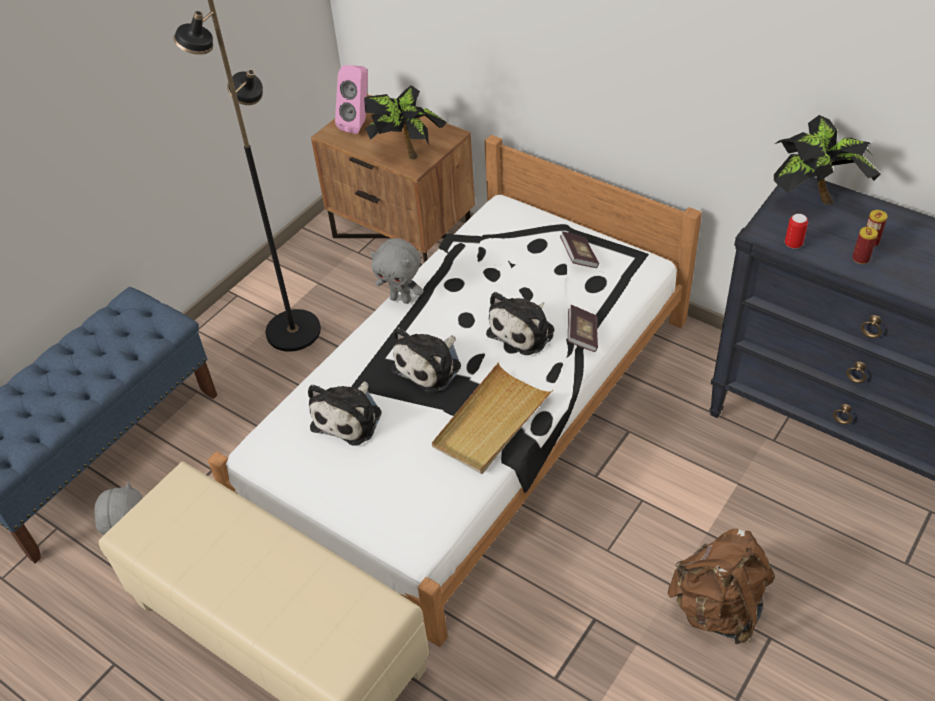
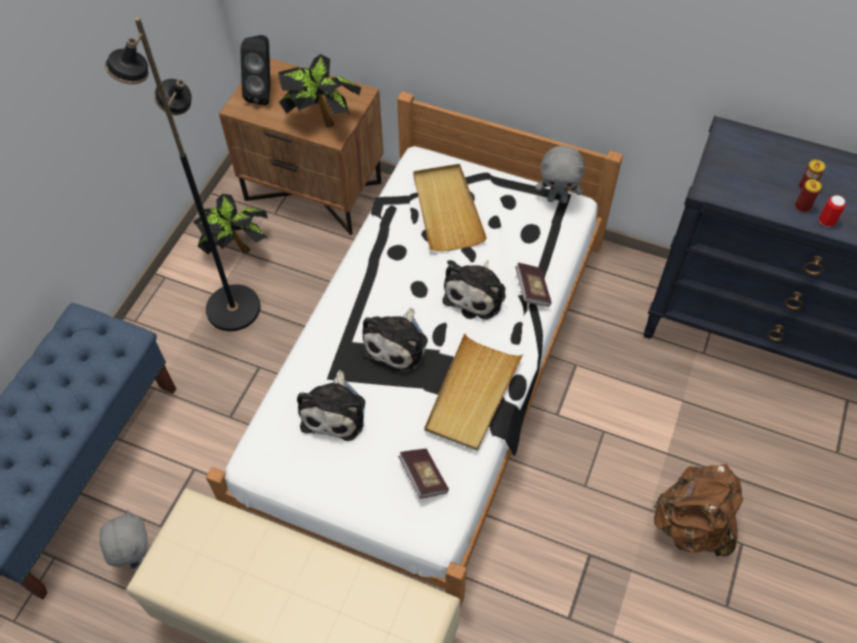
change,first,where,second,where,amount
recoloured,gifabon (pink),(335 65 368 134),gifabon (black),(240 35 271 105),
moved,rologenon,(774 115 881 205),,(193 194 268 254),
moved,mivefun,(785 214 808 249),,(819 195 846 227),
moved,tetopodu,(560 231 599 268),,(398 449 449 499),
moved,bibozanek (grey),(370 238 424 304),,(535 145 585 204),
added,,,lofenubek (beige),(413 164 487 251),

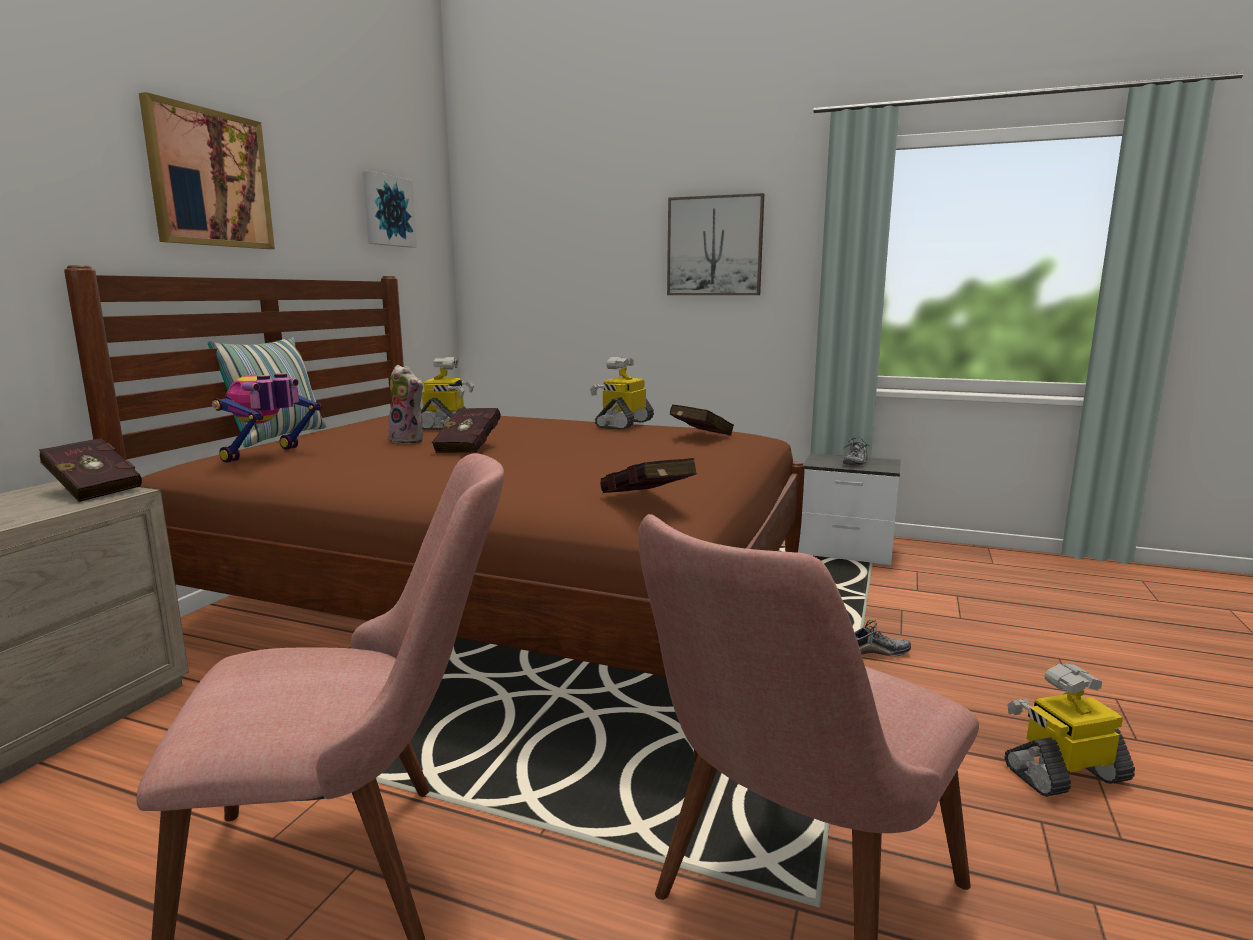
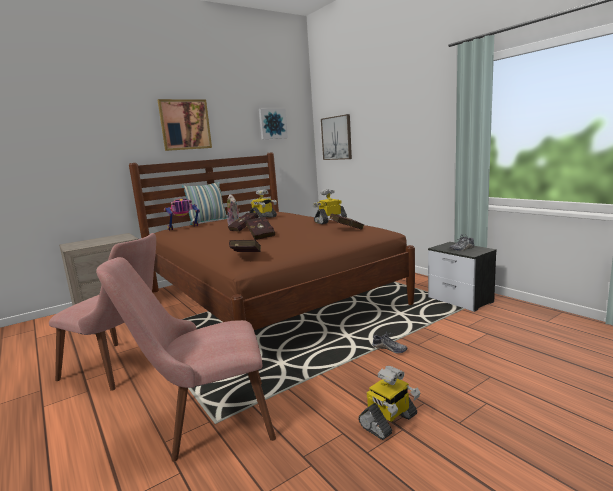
change,first,where,second,where,amount
moved,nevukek,(667 193 764 295),,(321 114 352 160),
moved,tetopodu (red),(39 438 142 502),,(246 217 275 240),
turned,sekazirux,(1005 663 1135 797),,(358 366 421 440),120 degrees clockwise

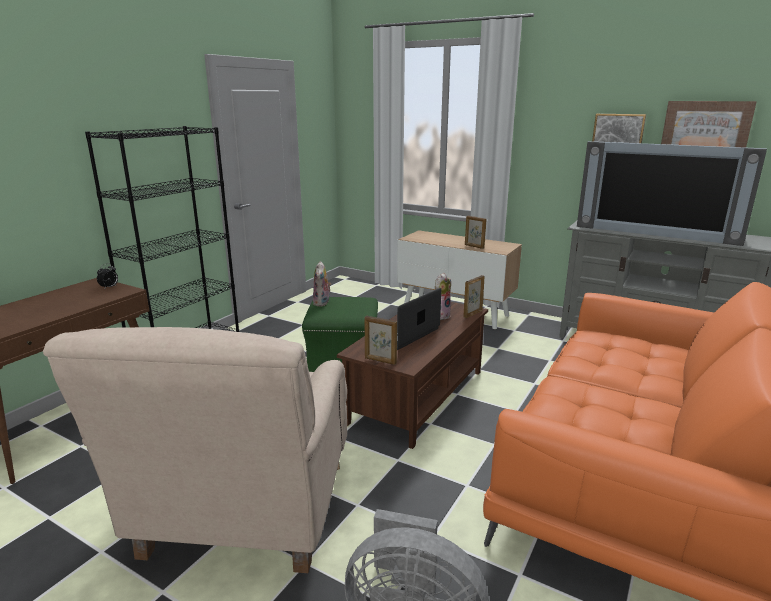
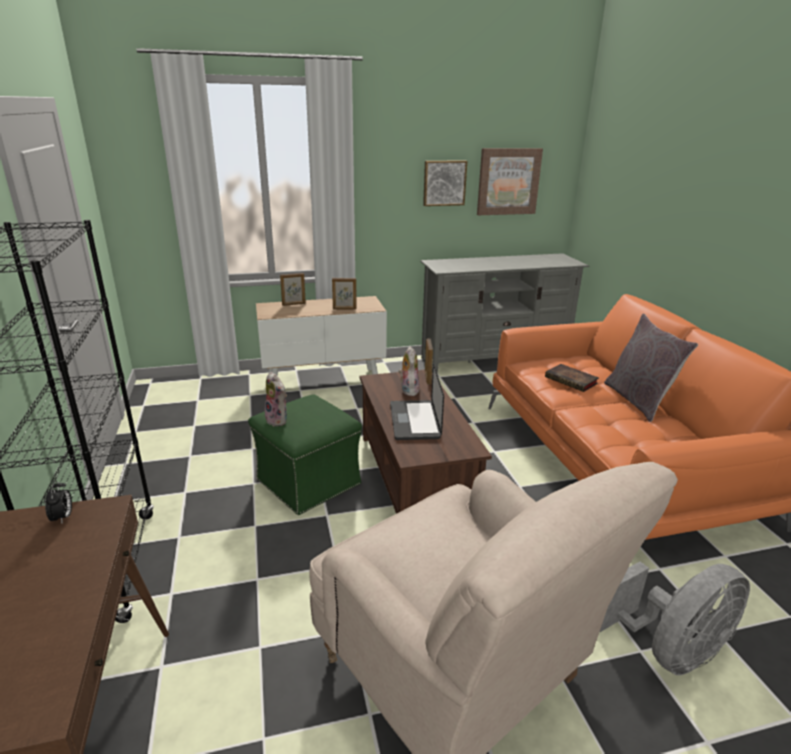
change,first,where,second,where,amount
removed,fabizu,(577 141 767 246),,,
moved,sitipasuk,(365 316 397 365),,(280 273 306 306),
added,,,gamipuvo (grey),(604 313 698 422),
added,,,tetopodu,(545 364 599 392),

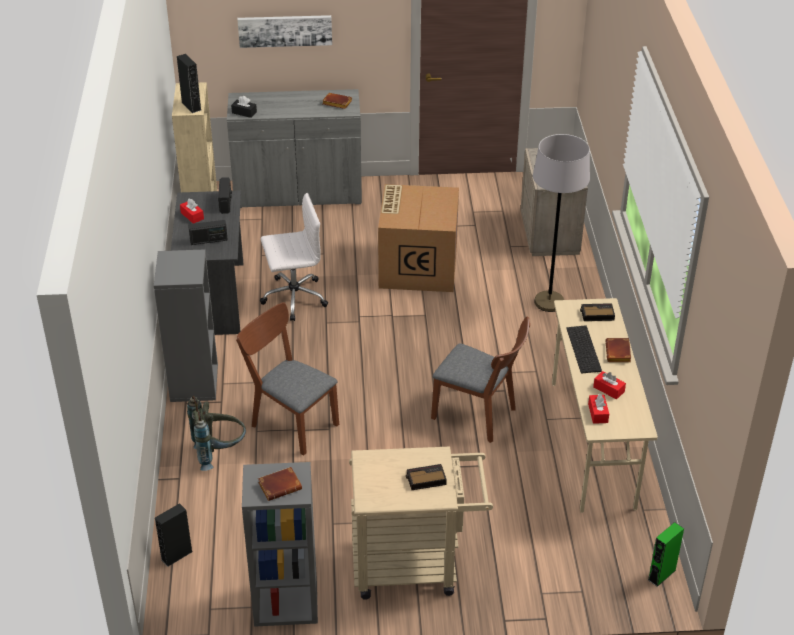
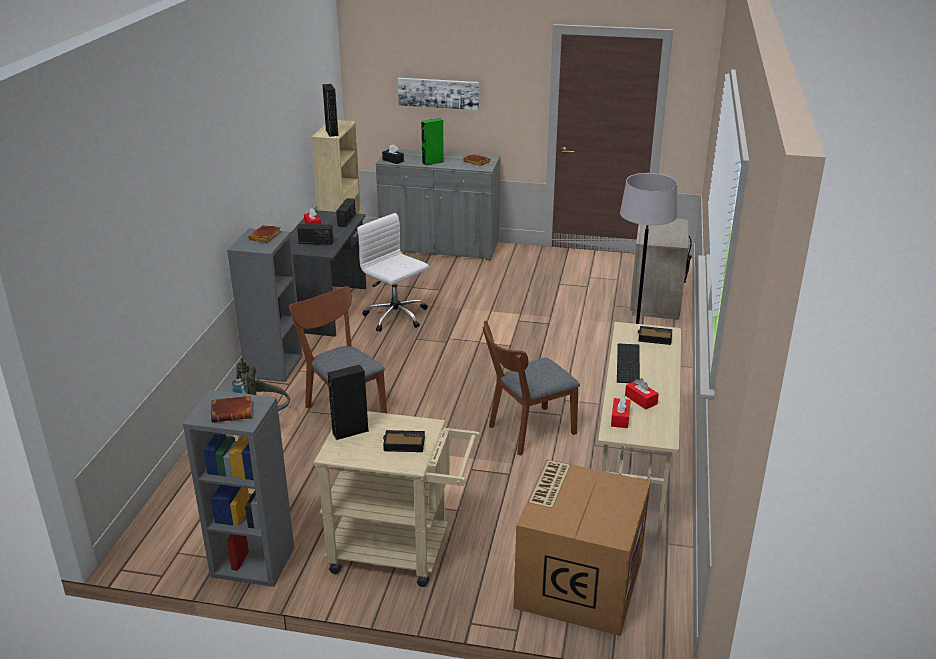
change,first,where,second,where,amount
moved,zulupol,(378 184 459 292),,(514 459 651 636),
turned,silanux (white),(260 193 328 321),,(357 213 429 332),135 degrees counterclockwise
turned,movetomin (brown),(431 317 530 443),,(482 321 580 456),105 degrees clockwise
moved,tetopodu (brown),(605 338 631 362),,(248 225 281 242),
moved,gifabon (black),(155 503 193 567),,(327 365 369 440),
moved,gifabon (green),(648 522 684 587),,(421 118 444 166),

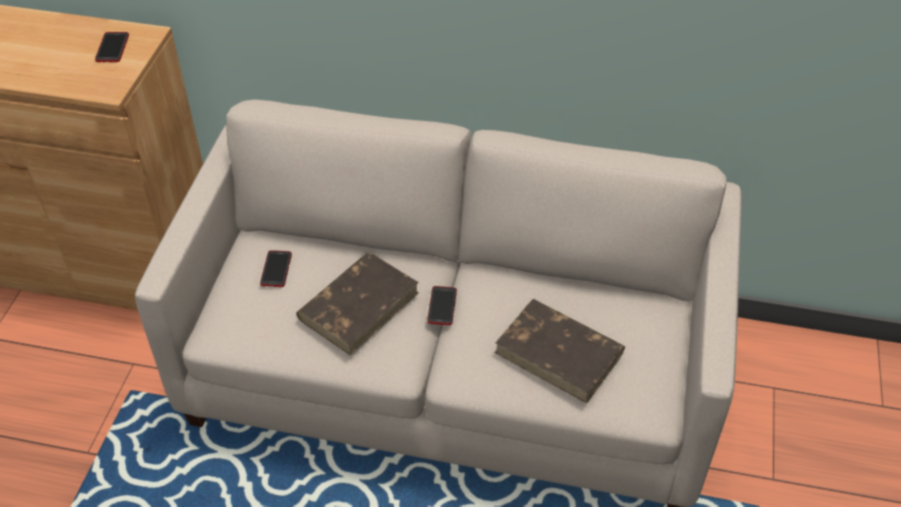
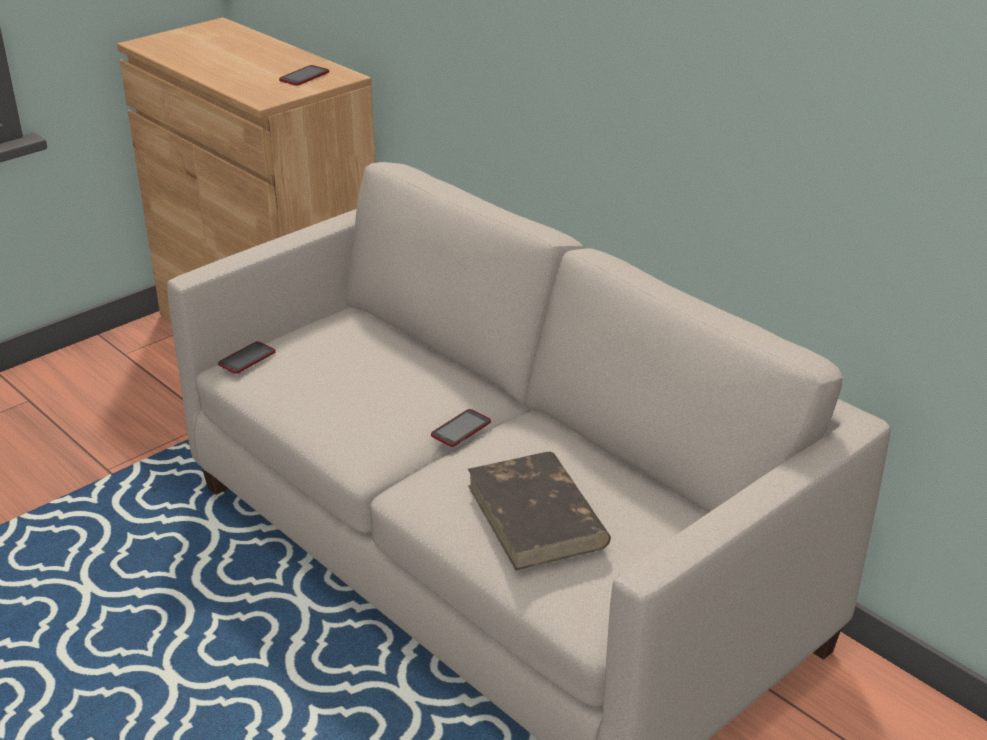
change,first,where,second,where,amount
moved,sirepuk,(260 250 292 287),,(218 341 276 374),
removed,tetopodu (brown),(296 252 419 356),,,

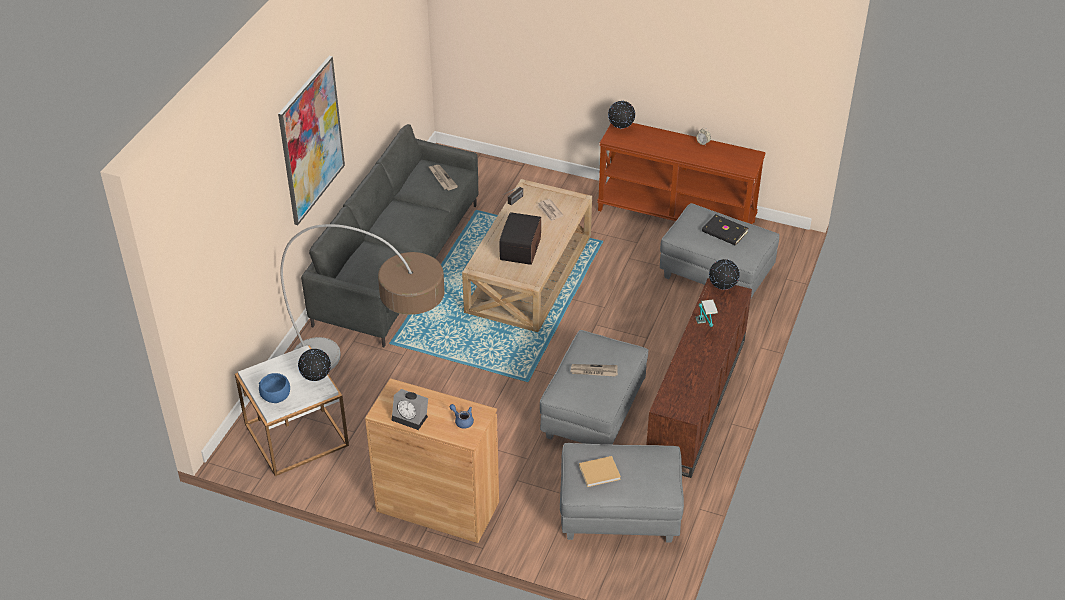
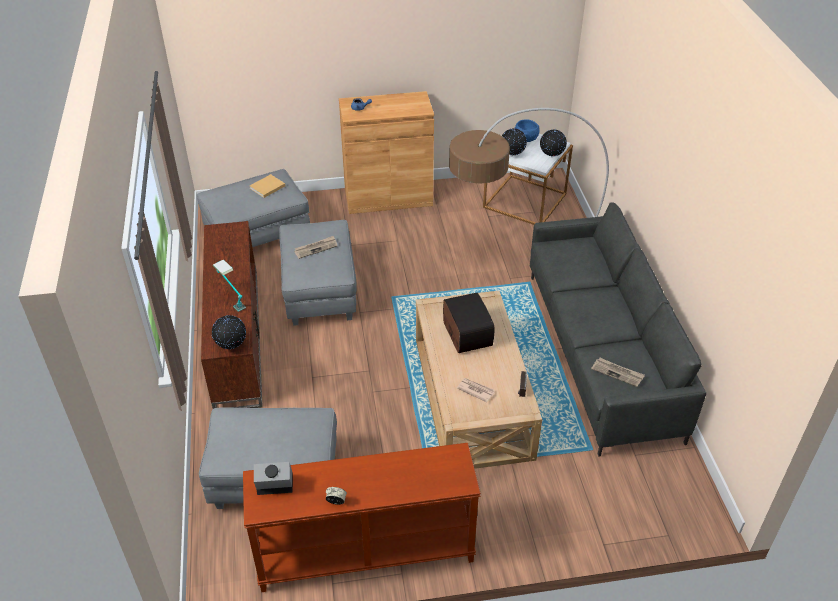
change,first,where,second,where,amount
removed,nevukek,(278 56 345 225),,,
moved,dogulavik,(608 100 635 129),,(540 128 567 156),
removed,tetopodu (black),(702 214 748 246),,,
moved,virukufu,(392 389 428 430),,(254 462 293 495),

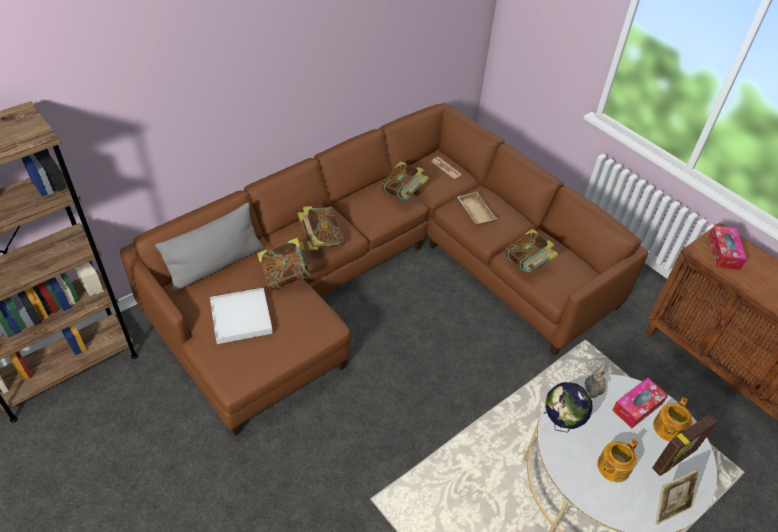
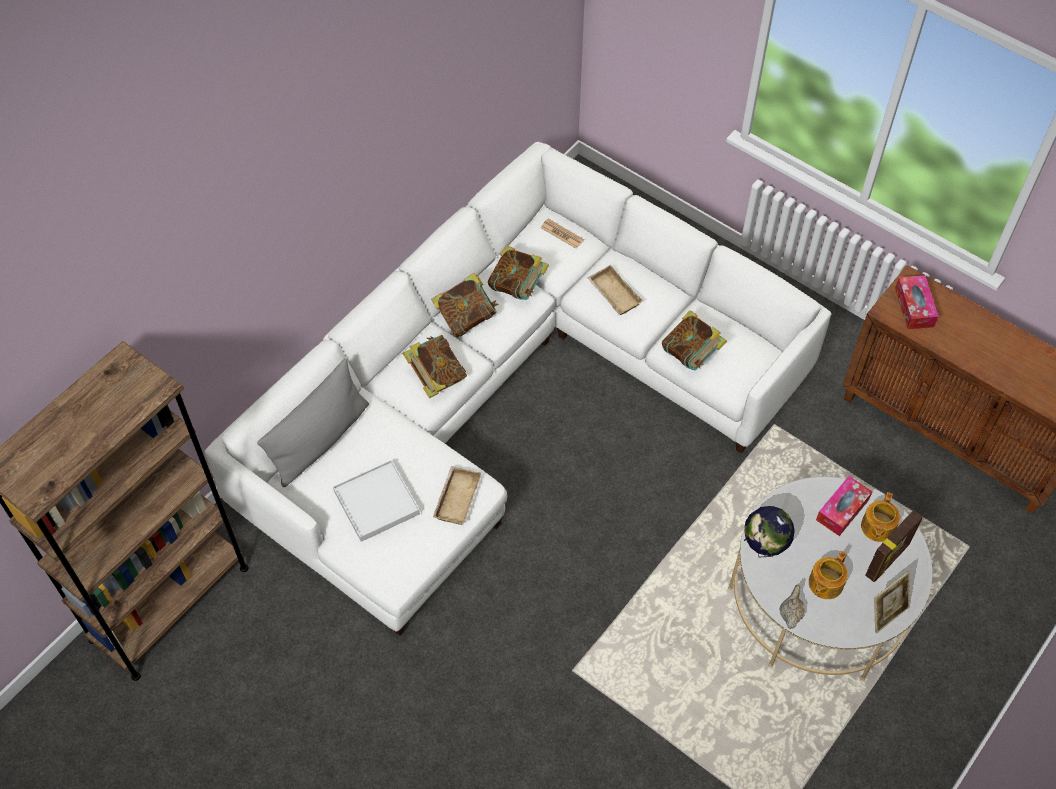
change,first,where,second,where,amount
recoloured,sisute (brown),(120 103 648 436),sisute (white),(204 142 831 636),
moved,tetopodu,(257 238 312 290),,(431 273 499 337),
moved,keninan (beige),(585 364 606 398),,(779 585 804 629),
added,,,lofenubek (beige),(433 466 481 525),

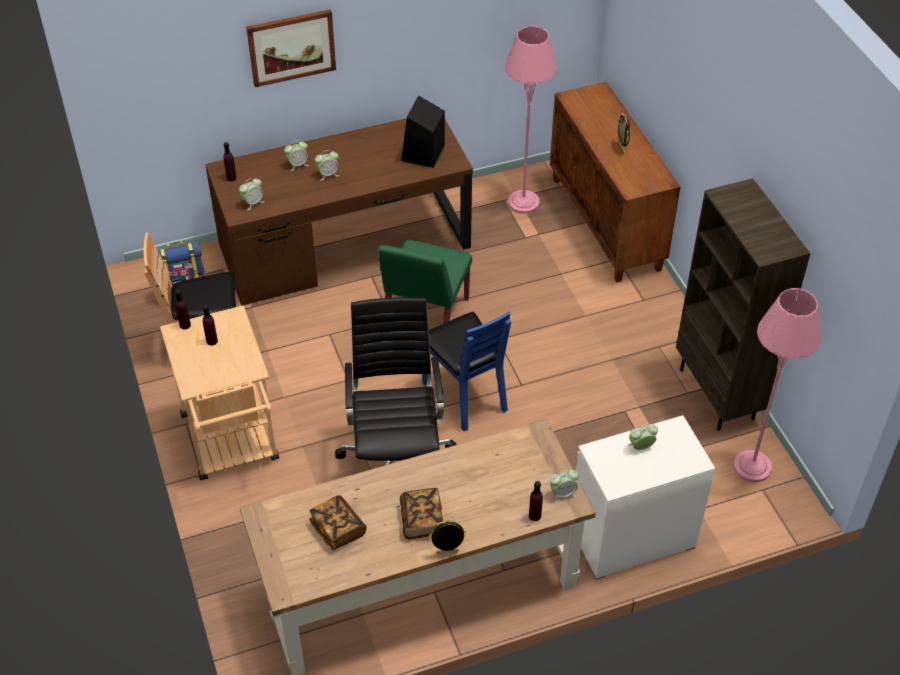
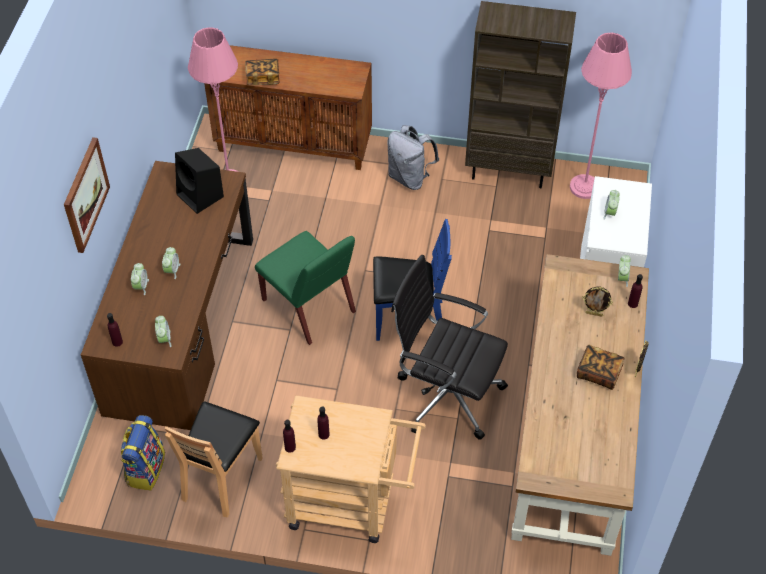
change,first,where,second,where,amount
moved,sitipasuk,(618 113 630 154),,(582 286 613 317),
moved,tetopodu,(309 495 367 550),,(245 59 280 85),
added,,,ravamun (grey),(387 125 439 190),

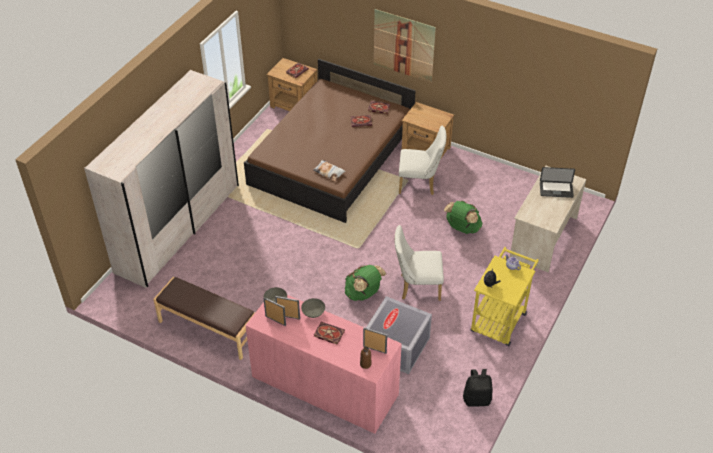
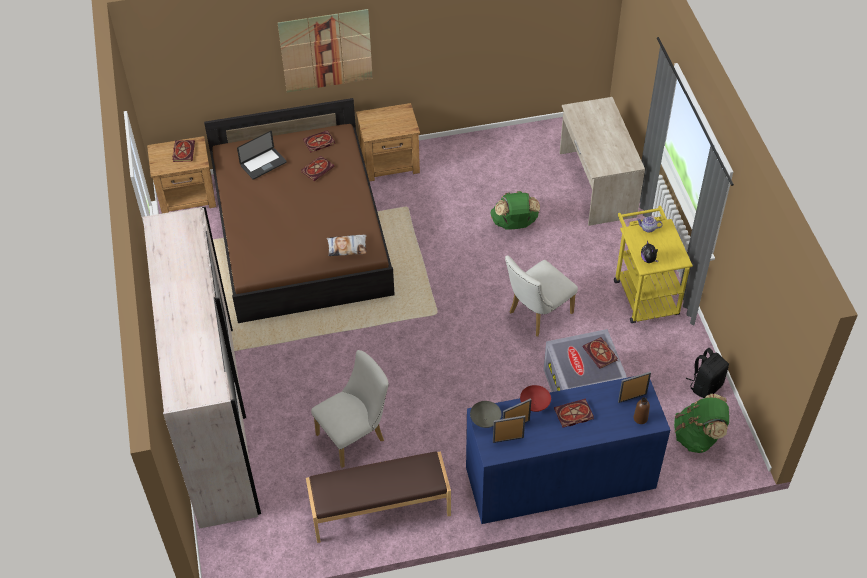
change,first,where,second,where,amount
moved,movetomin (white),(399 126 446 195),,(311 350 389 468),
moved,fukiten,(540 167 575 198),,(237 131 287 179),
moved,ravamun (green),(345 265 386 301),,(674 394 729 453),
recoloured,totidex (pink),(245 295 402 434),totidex (blue),(466 376 670 524),
recoloured,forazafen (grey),(301 298 325 318),forazafen (red),(520 385 551 412),
added,,,tetopodu,(583 337 618 369),

